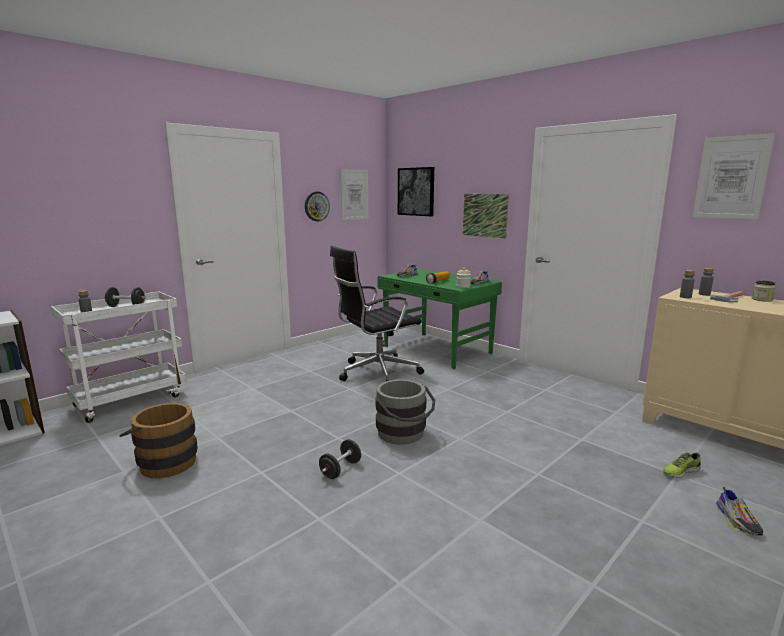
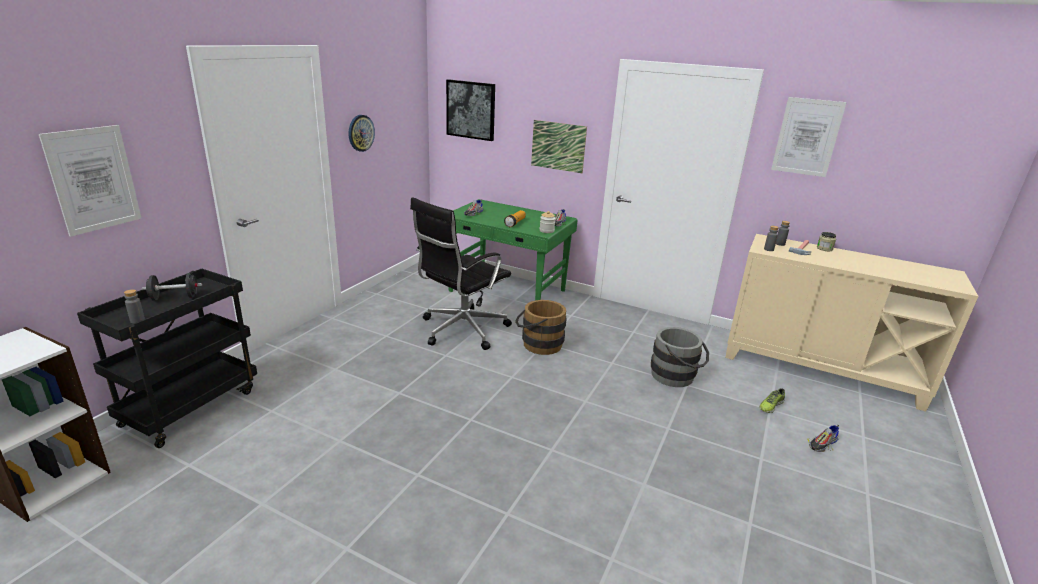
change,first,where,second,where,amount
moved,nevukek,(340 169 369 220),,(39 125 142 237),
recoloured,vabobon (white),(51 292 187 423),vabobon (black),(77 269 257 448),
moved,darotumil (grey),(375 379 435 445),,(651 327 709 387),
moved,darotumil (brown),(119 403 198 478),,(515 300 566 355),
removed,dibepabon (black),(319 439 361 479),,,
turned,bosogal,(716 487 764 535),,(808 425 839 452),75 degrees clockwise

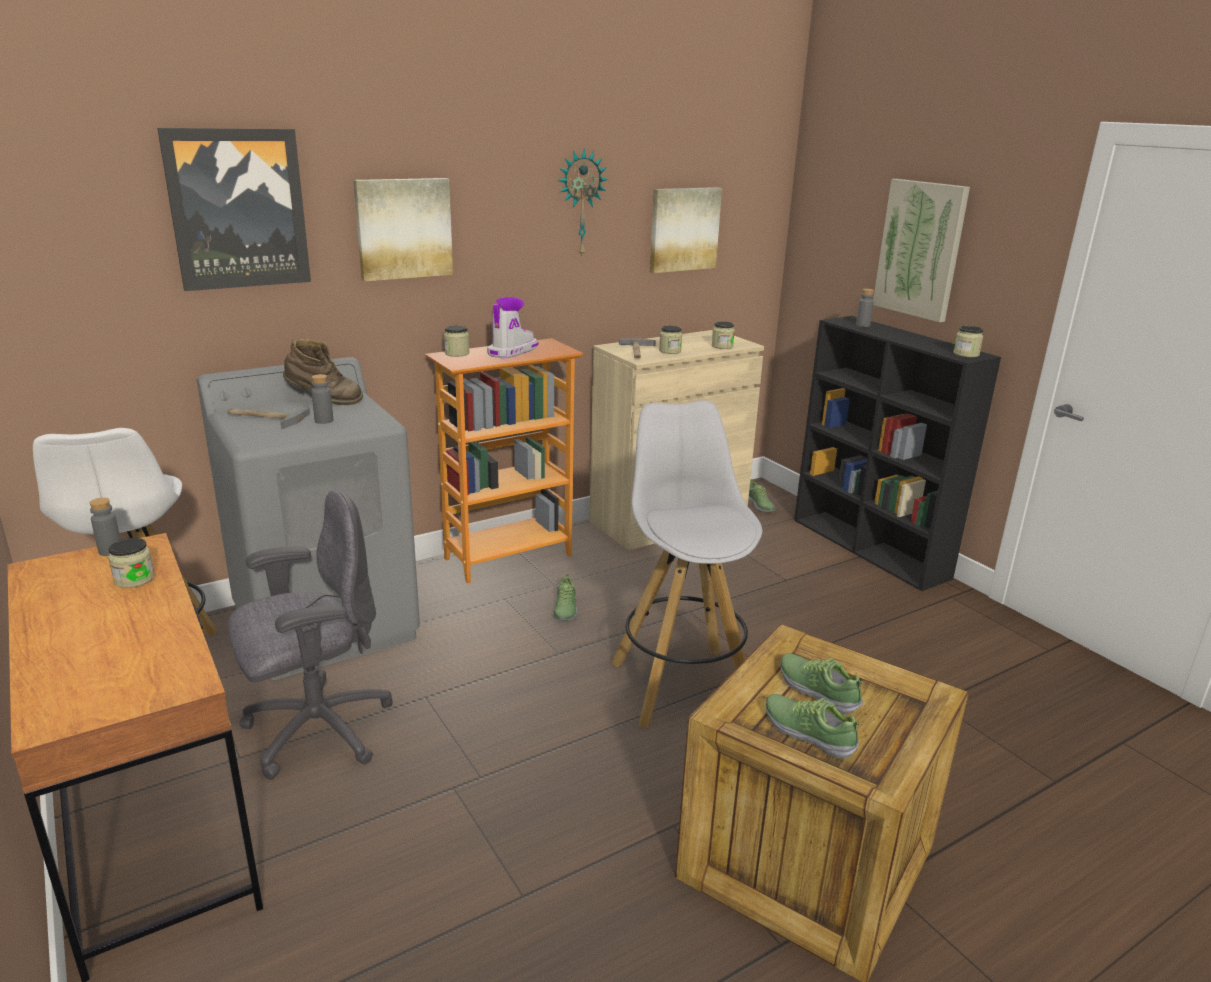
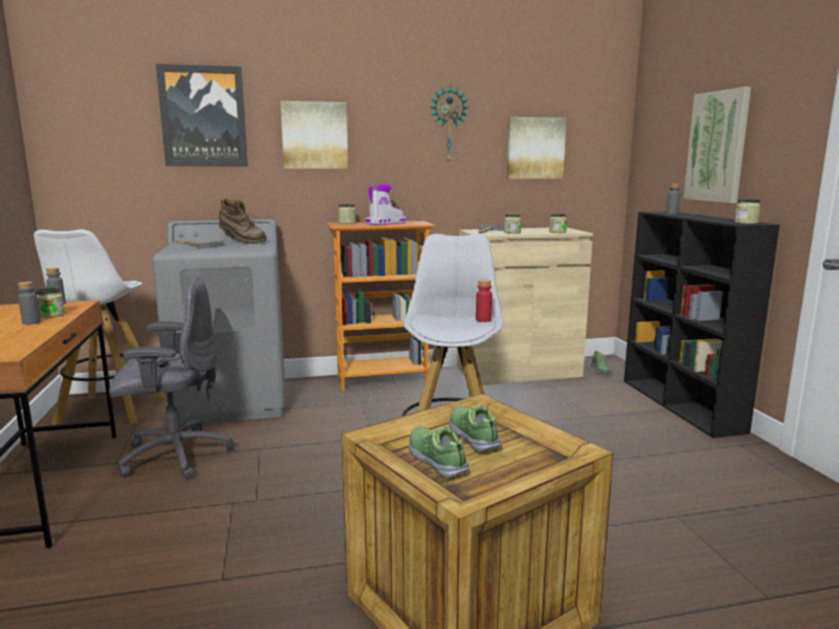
change,first,where,second,where,amount
moved,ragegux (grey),(311 374 333 424),,(18 282 41 325),
removed,bosogal,(553 574 577 621),,,
added,,,ragegux (red),(476 280 492 322),

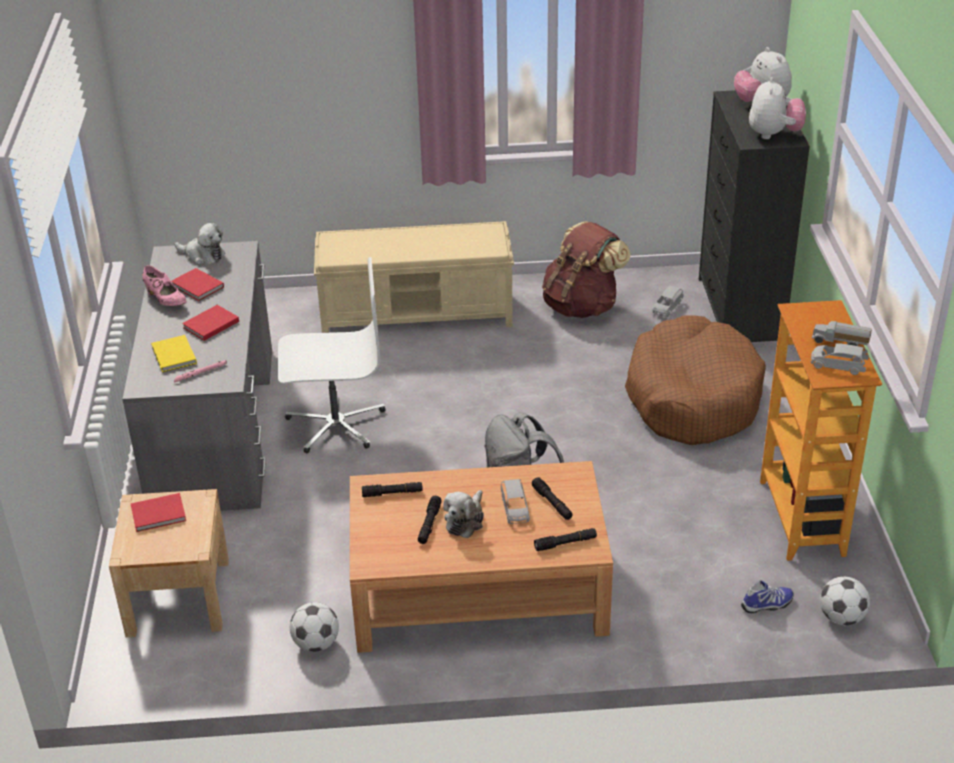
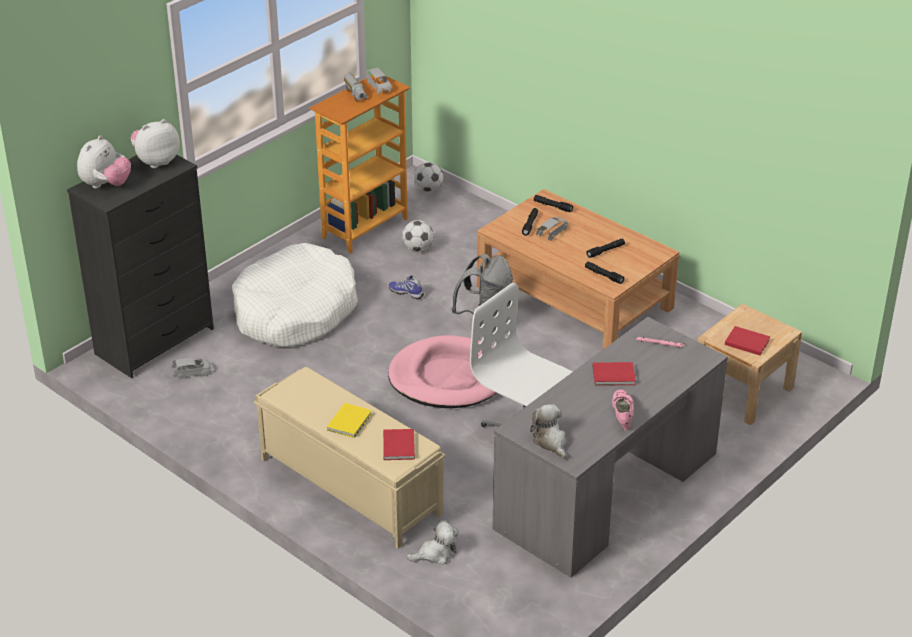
change,first,where,second,where,amount
removed,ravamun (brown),(542 221 631 318),,,
moved,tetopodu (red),(171 268 224 301),,(383 429 415 460),
recoloured,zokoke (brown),(625 315 766 445),zokoke (white),(232 243 357 347),
moved,tetopodu (yellow),(151 335 197 372),,(327 403 372 438),
moved,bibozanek,(443 490 484 538),,(406 520 459 565),
moved,bosogal,(741 580 794 613),,(389 275 424 299),
moved,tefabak,(290 602 339 652),,(402 220 434 252),
added,,,zokoke (pink),(388 335 497 408),

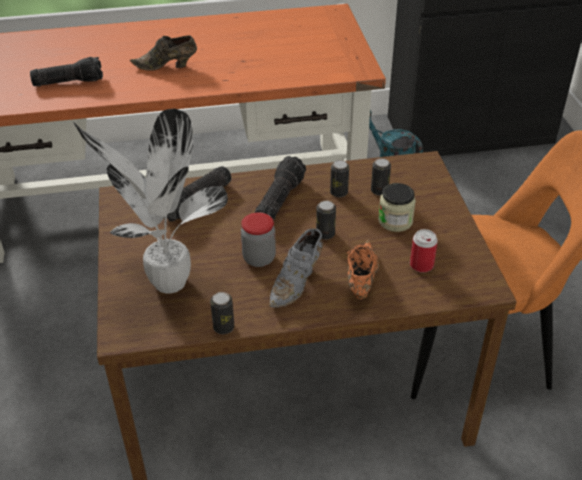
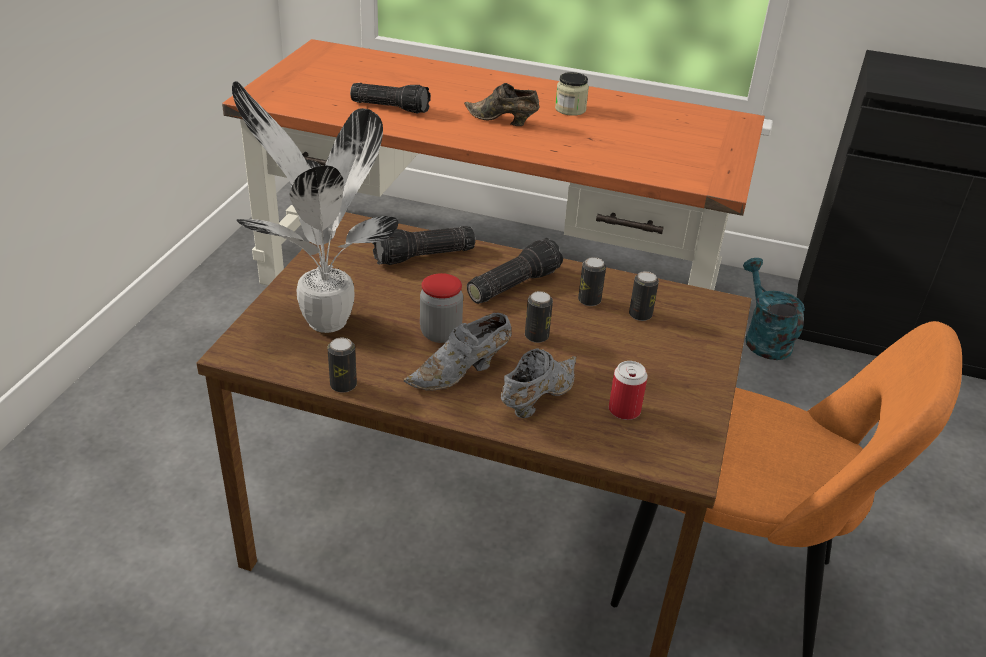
change,first,where,second,where,amount
moved,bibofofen,(378 183 416 232),,(555 72 589 116),
recoloured,bosogal (orange),(347 239 379 299),bosogal (grey),(501 349 577 418),

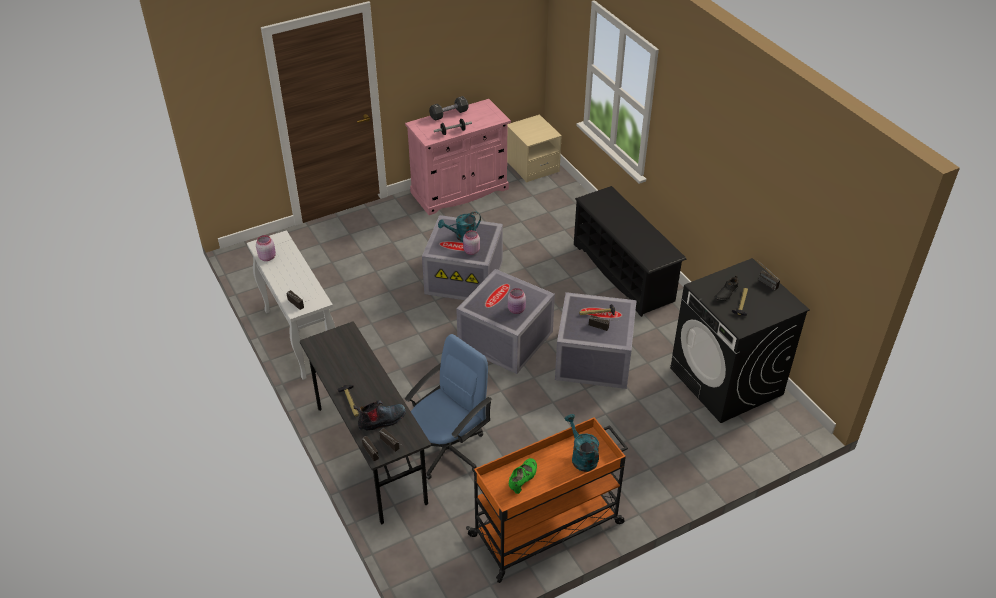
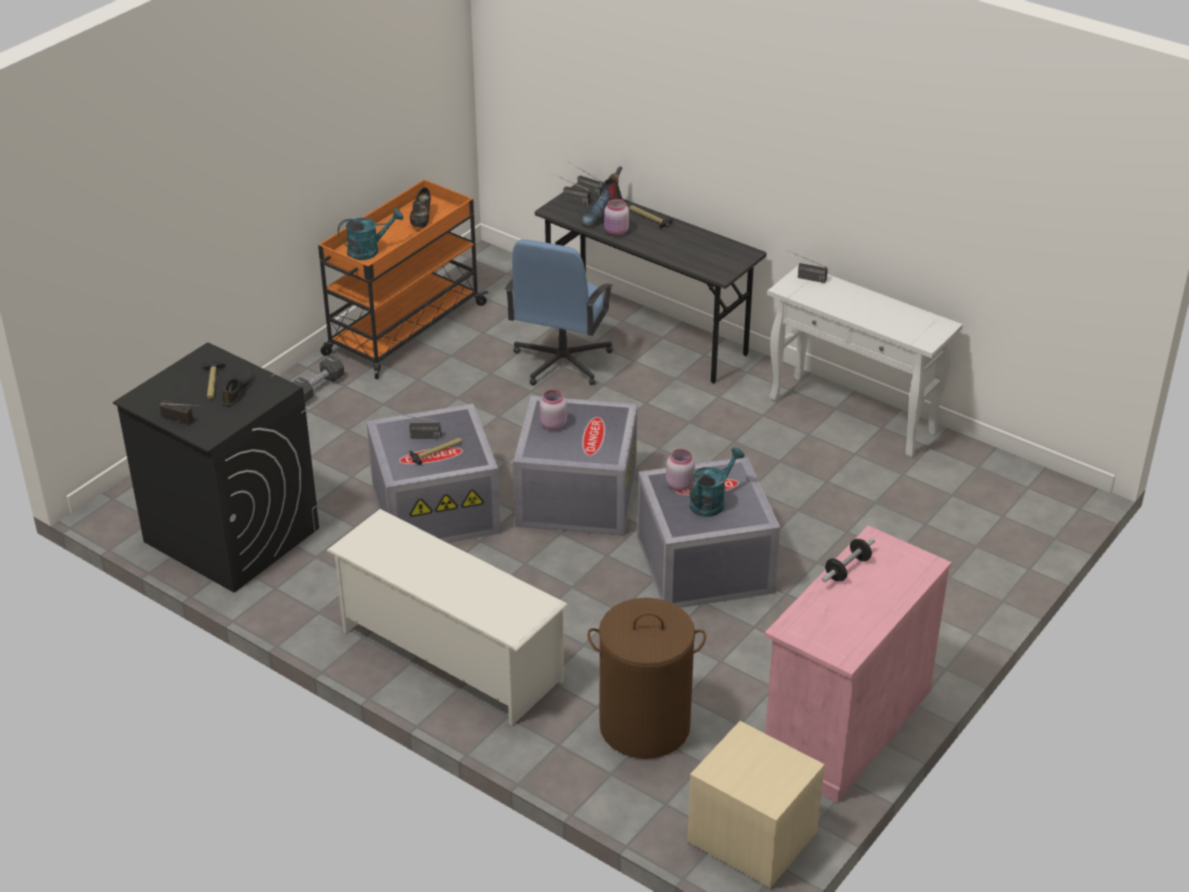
change,first,where,second,where,amount
moved,dibepabon (black),(429 96 469 121),,(292 355 345 402),
recoloured,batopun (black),(574 186 687 317),batopun (white),(326 509 568 725),
moved,bibofofen (pink),(256 235 276 261),,(604 199 629 236),
turned,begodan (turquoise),(565 414 599 472),,(338 209 403 260),60 degrees counterclockwise
recoloured,bosogal (green),(509 458 537 494),bosogal (black),(410 187 431 228),
added,,,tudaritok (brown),(587 598 706 759),

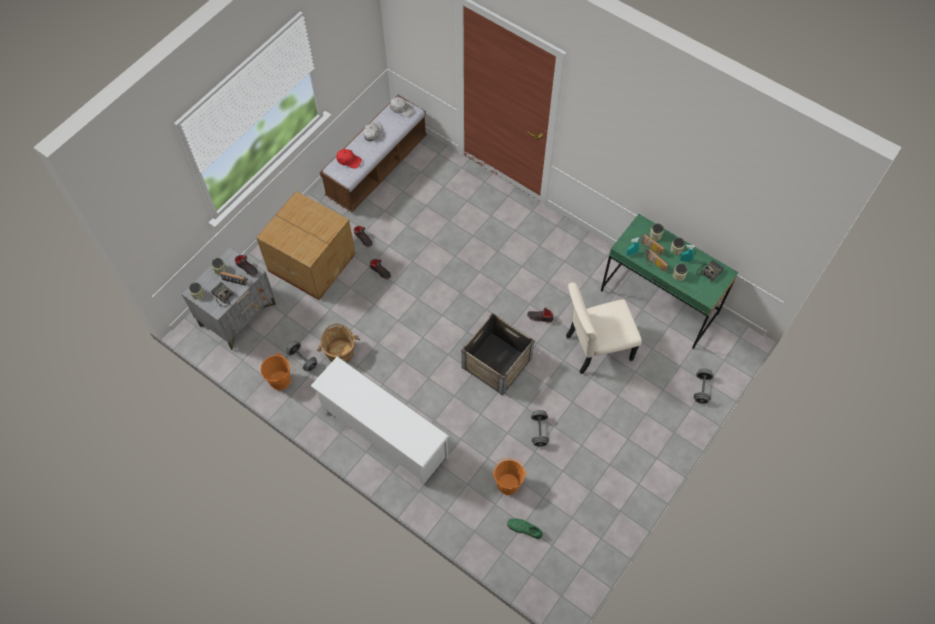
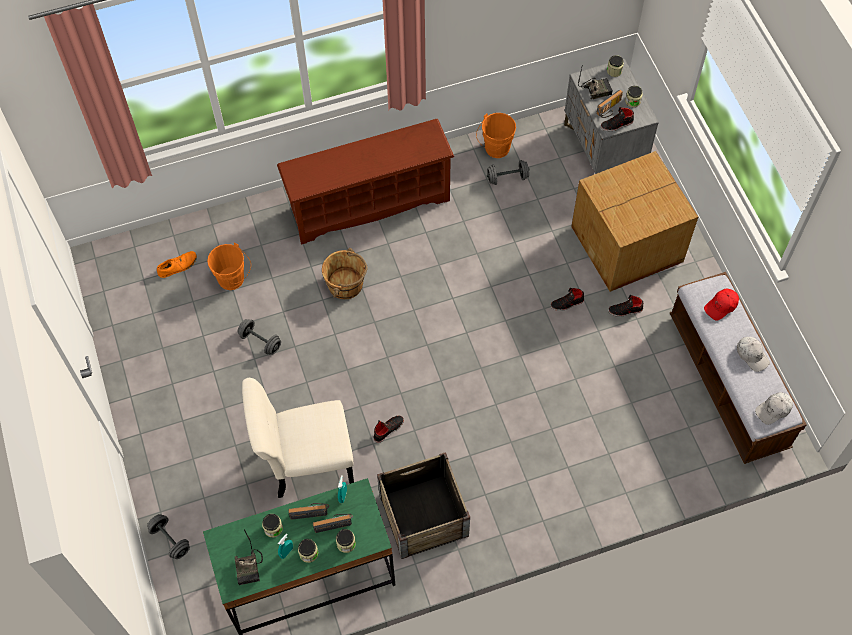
change,first,where,second,where,amount
turned,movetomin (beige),(566 282 642 374),,(242 378 354 498),120 degrees counterclockwise
moved,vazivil,(461 313 535 396),,(377 452 470 559),
moved,darotumil (brown),(317 323 360 362),,(322 248 367 299),
recoloured,batopun (white),(311 356 449 486),batopun (brown),(277 119 454 245),
recoloured,bosogal (green),(507 518 543 539),bosogal (orange),(157 251 197 278),

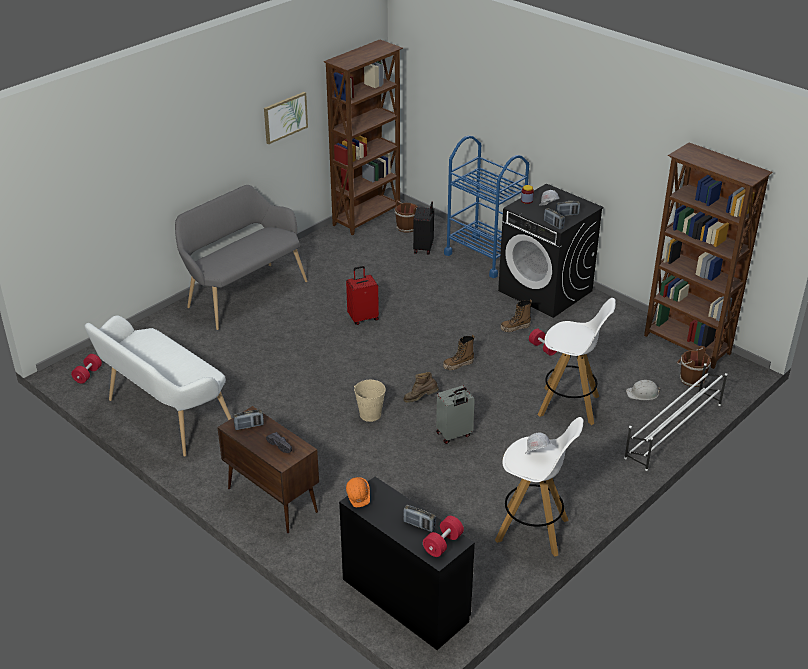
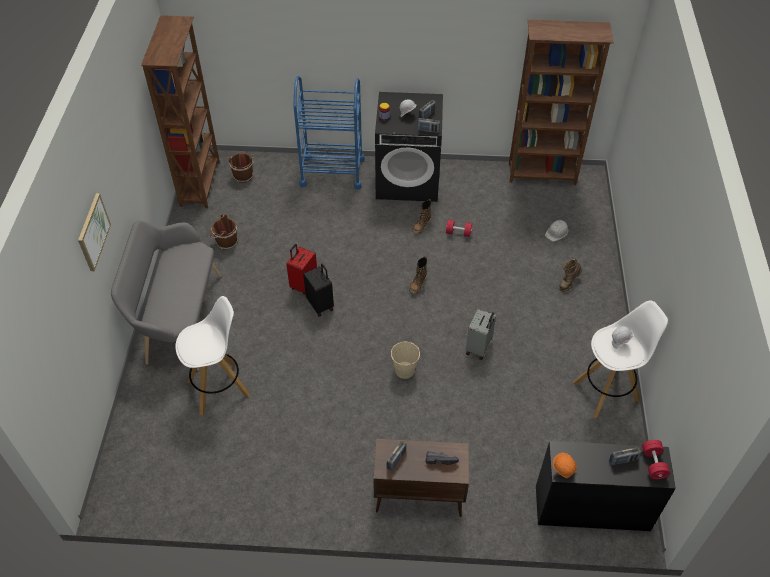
change,first,where,second,where,amount
moved,nevukek,(264 92 308 144),,(78 193 111 271),
moved,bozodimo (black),(413 202 434 255),,(303 264 334 317),
moved,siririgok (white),(538 298 616 425),,(175 296 251 415),
removed,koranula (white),(85 316 232 456),,,
moved,darotumil (brown),(677 346 711 387),,(210 214 238 250),
removed,dibepabon (red),(71 354 102 384),,,
removed,batopun (white),(624 363 727 471),,,
moved,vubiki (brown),(403 372 439 402),,(559 259 582 292),

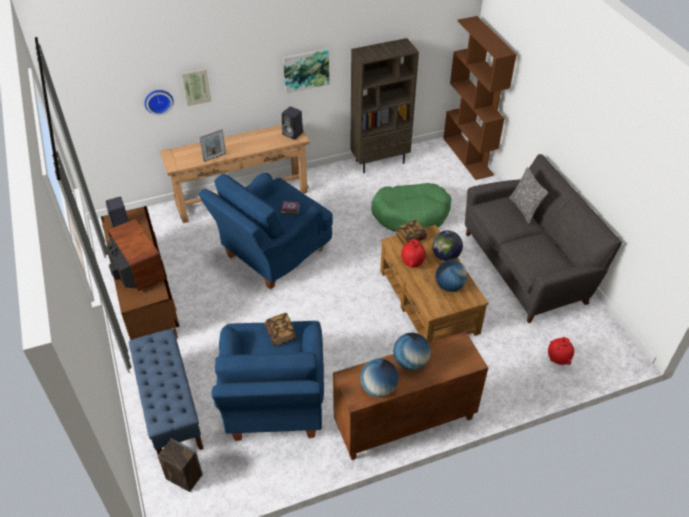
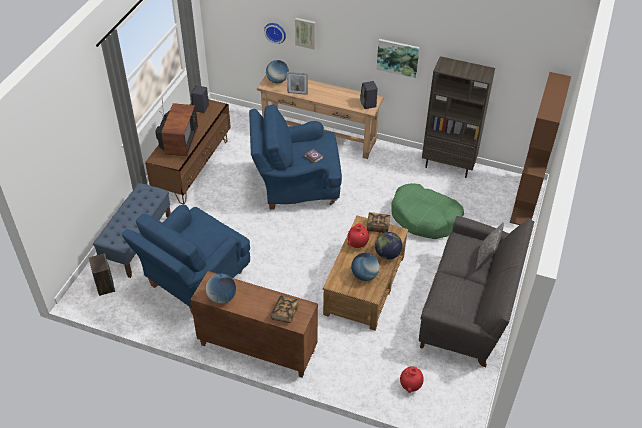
change,first,where,second,where,amount
moved,tetopodu,(265 313 296 346),,(270 295 300 323),
moved,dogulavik,(393 333 431 370),,(266 60 289 83),

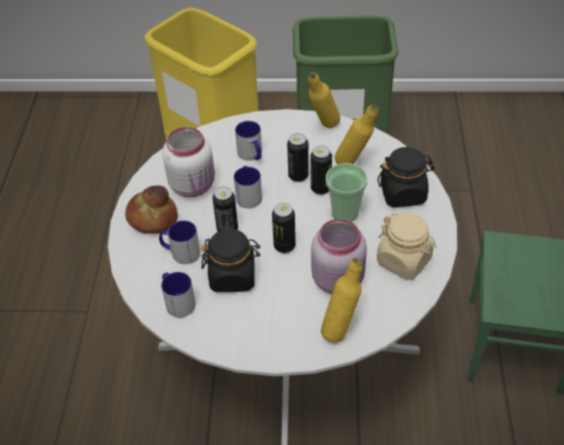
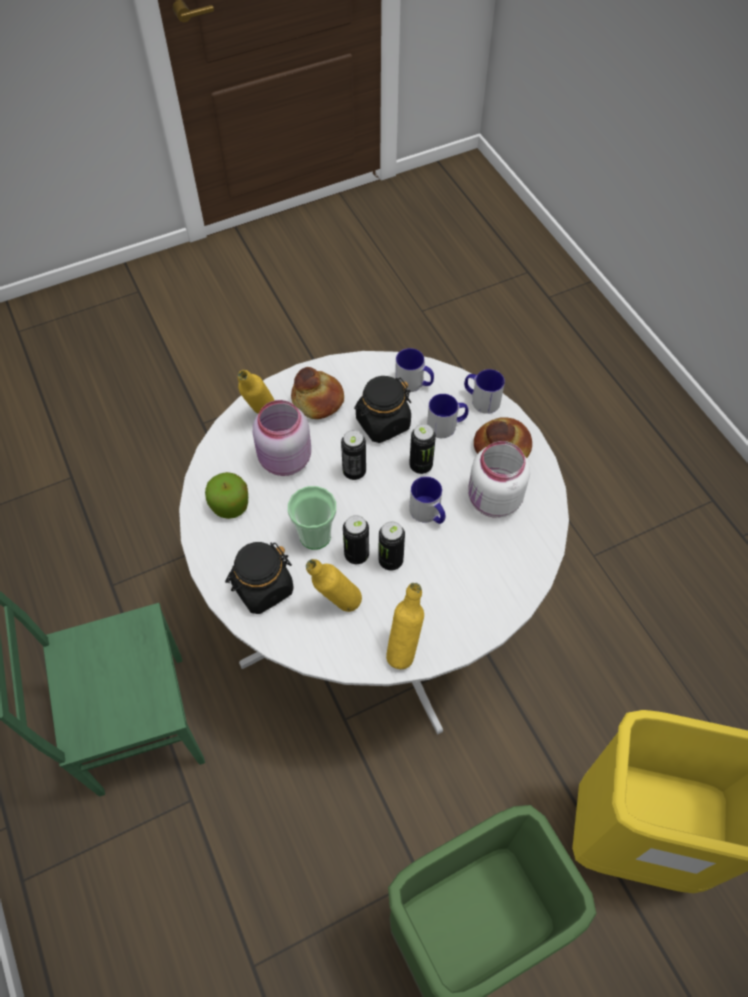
change,first,where,second,where,amount
moved,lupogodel,(235 121 262 161),,(464 369 505 414),
replaced,bibofofen (beige),(377 213 436 280),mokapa,(205 472 248 519),
added,,,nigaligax,(291 367 344 419),

